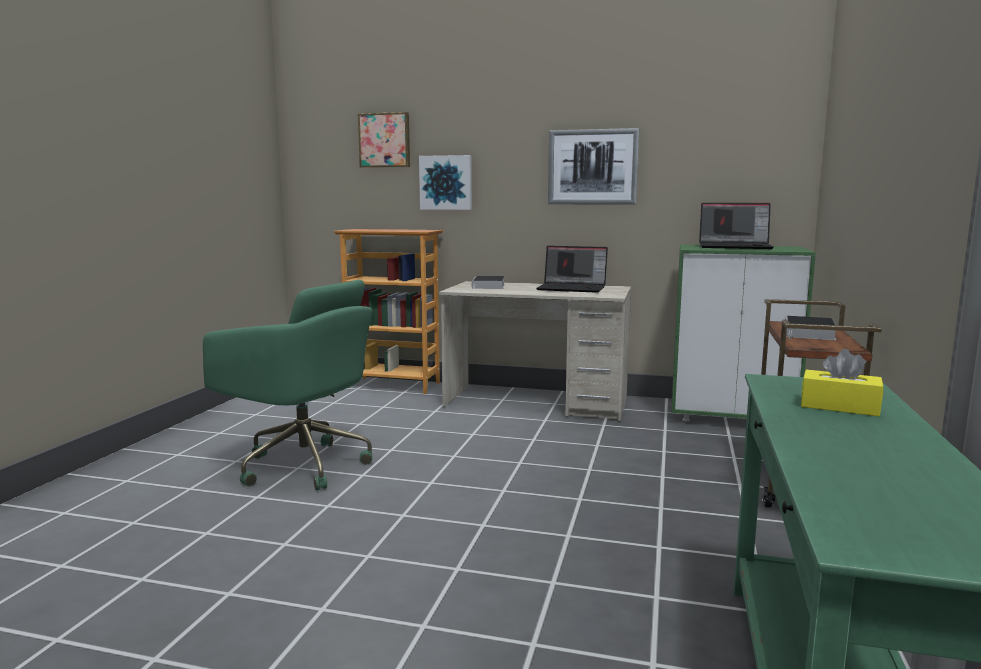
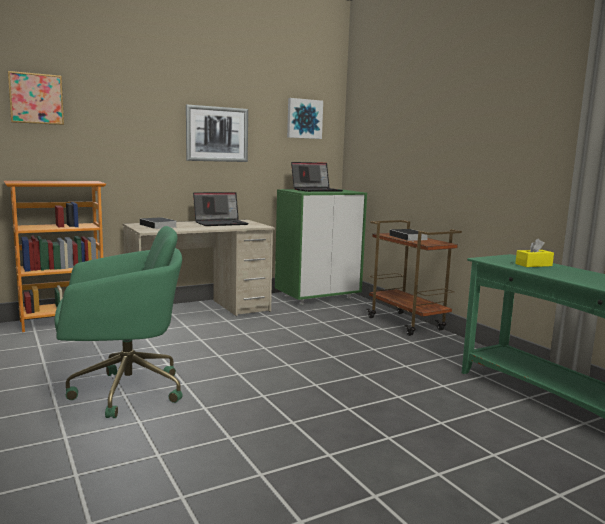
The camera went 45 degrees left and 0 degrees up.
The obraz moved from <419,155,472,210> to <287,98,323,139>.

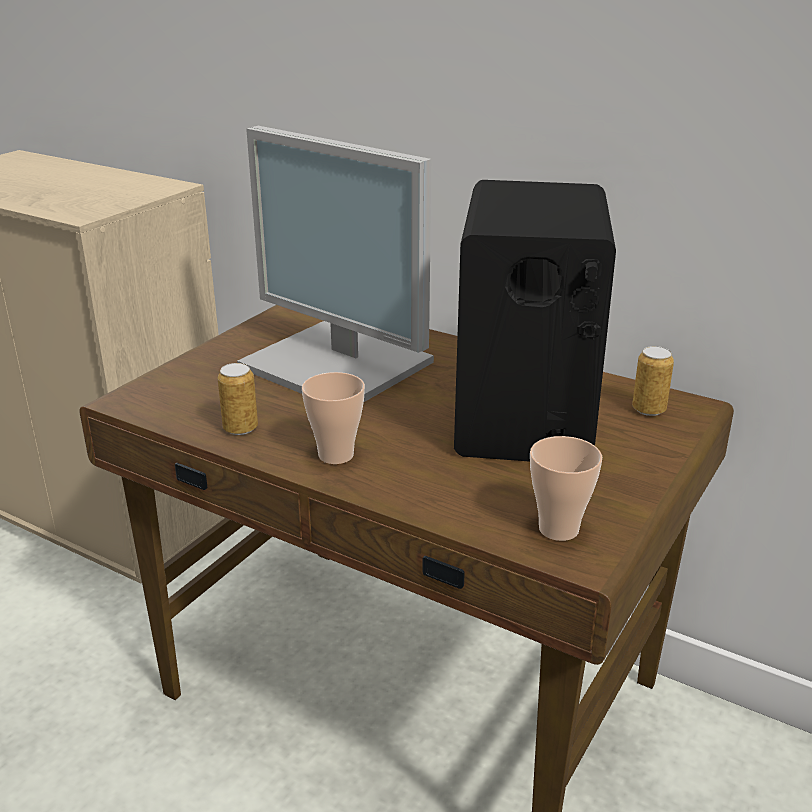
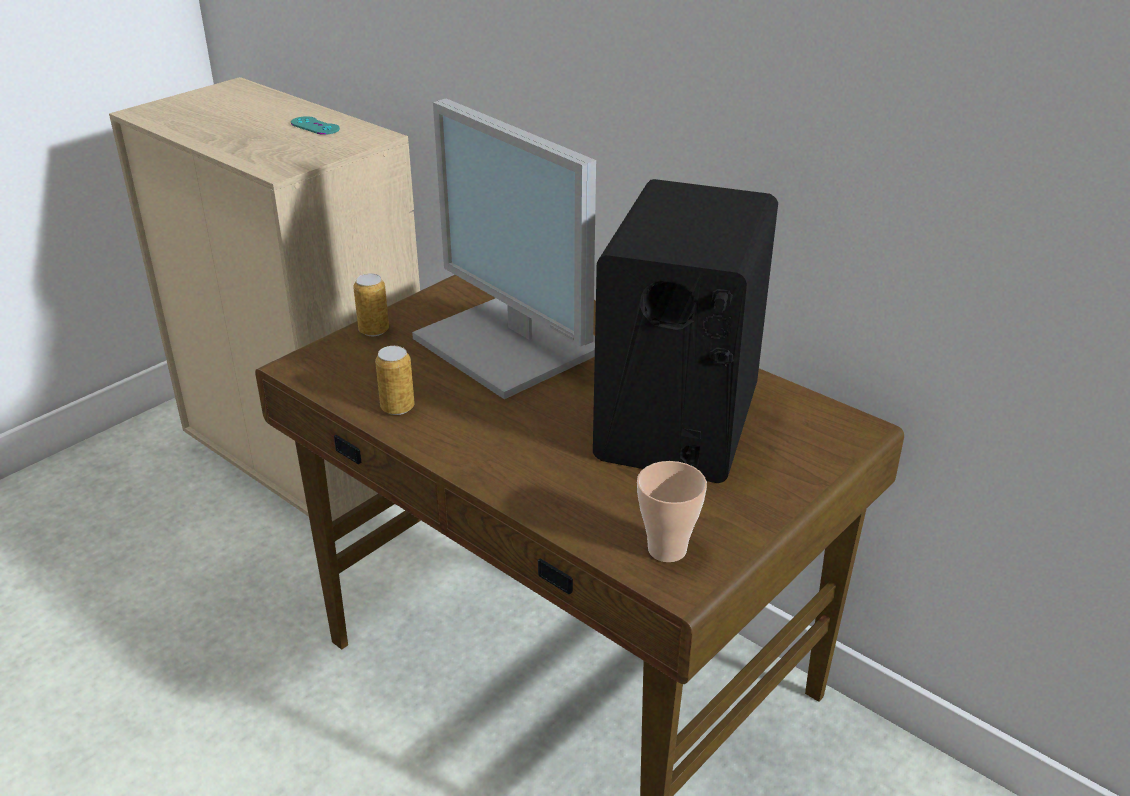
The camera went 10 degrees right and 5 degrees up.
The filiżanka at <302,372,365,464> disappeared.
The puszka moved from <632,346,674,416> to <353,273,389,336>.
The pad do gier (turkusowy) at <291,116,340,135> appeared.

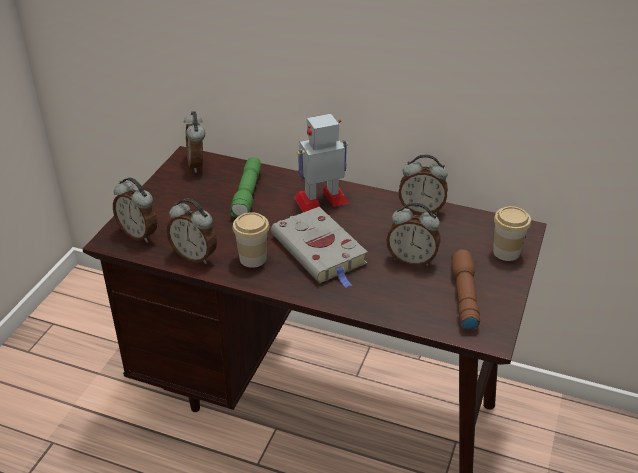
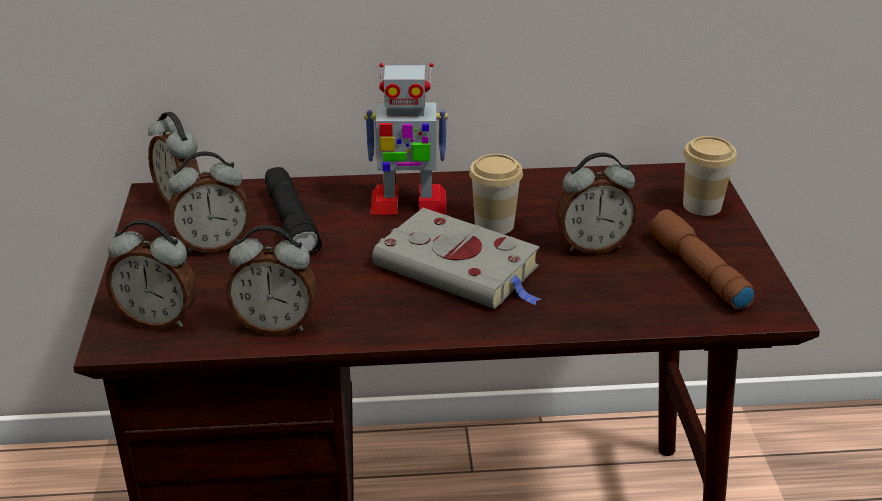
The camera went 25 degrees left and 5 degrees down.
The latarka (zielony) at <230,158,261,218> became the latarka (czarny) at <265,167,322,255>.
The filiżanka moved from <233,212,269,268> to <469,154,523,234>.
The robot zabawkowy at <294,114,349,212> turned 135 degrees counterclockwise.
The budzik moved from <399,155,448,215> to <168,151,250,252>.

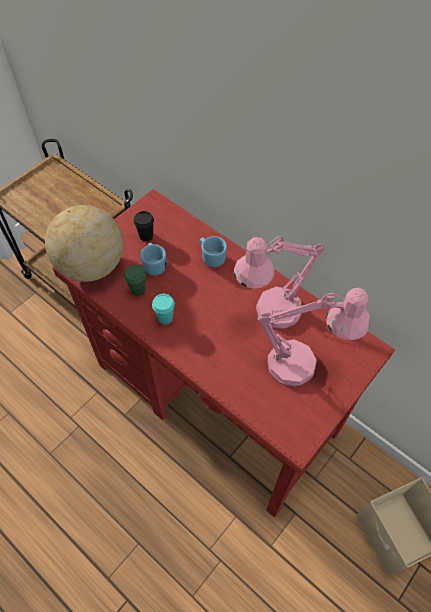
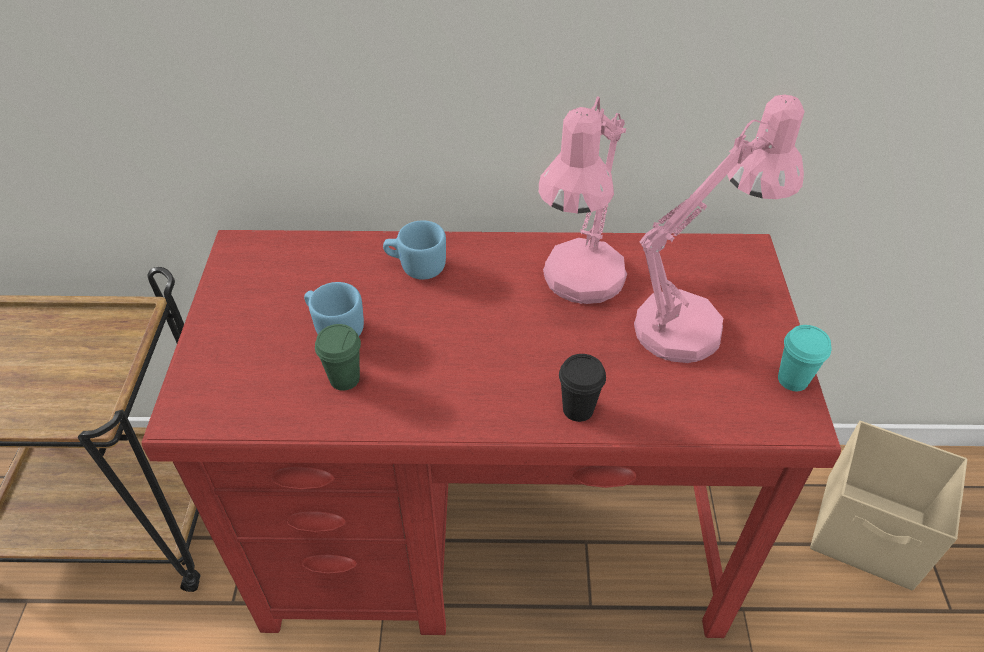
The camera went 40 degrees left and 10 degrees down.
The globus at <45,205,123,282> disappeared.
The filiżanka (czarny) moved from <134,211,154,241> to <559,354,606,422>.
The filiżanka (turkusowy) moved from <152,294,175,325> to <778,325,832,391>.

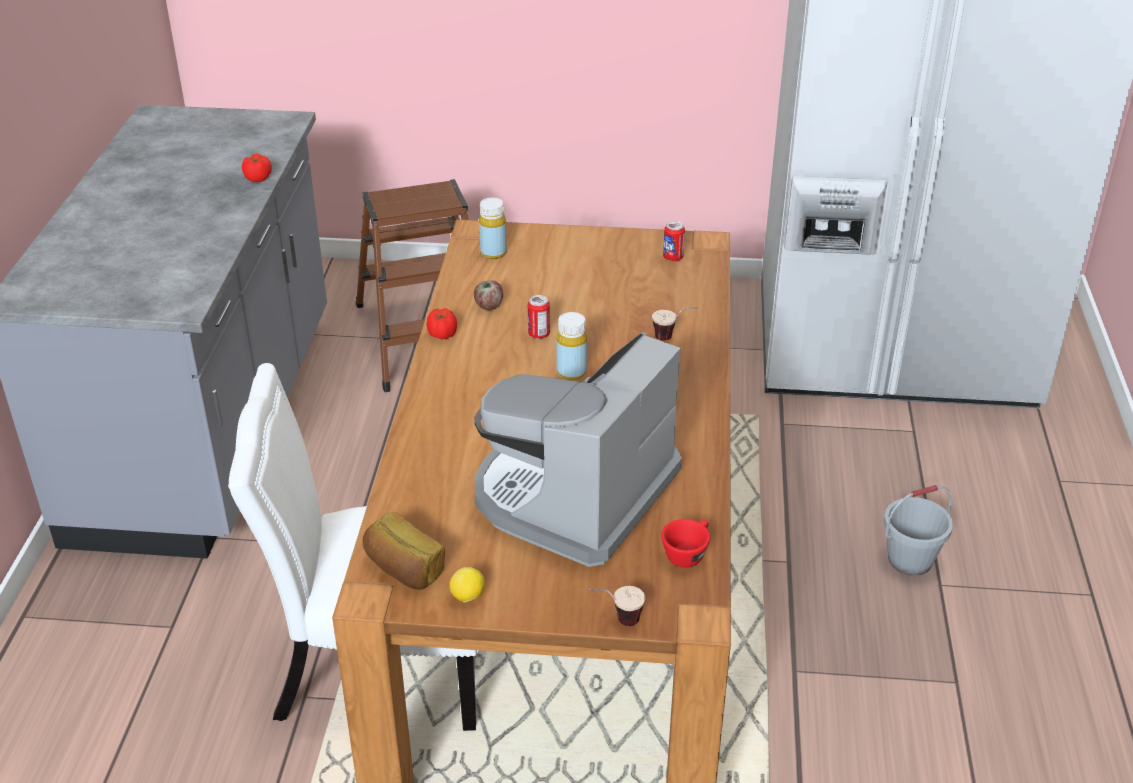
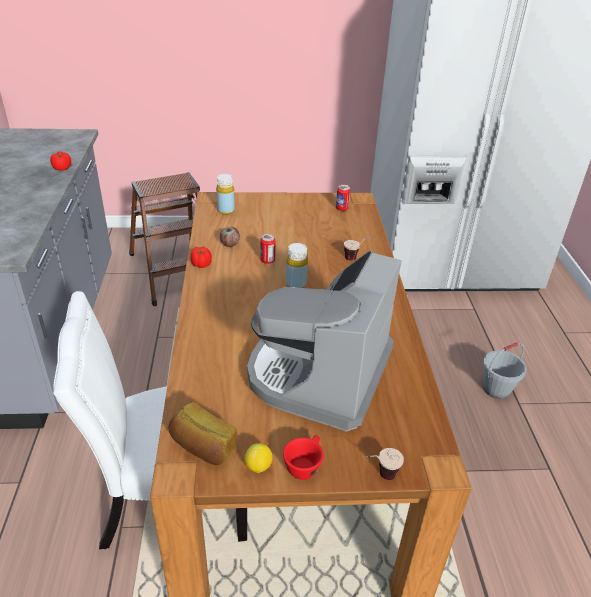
The camera went 10 degrees left and 0 degrees up.
The filiżanka (czerwony) moved from <661,519,710,568> to <283,435,324,480>.

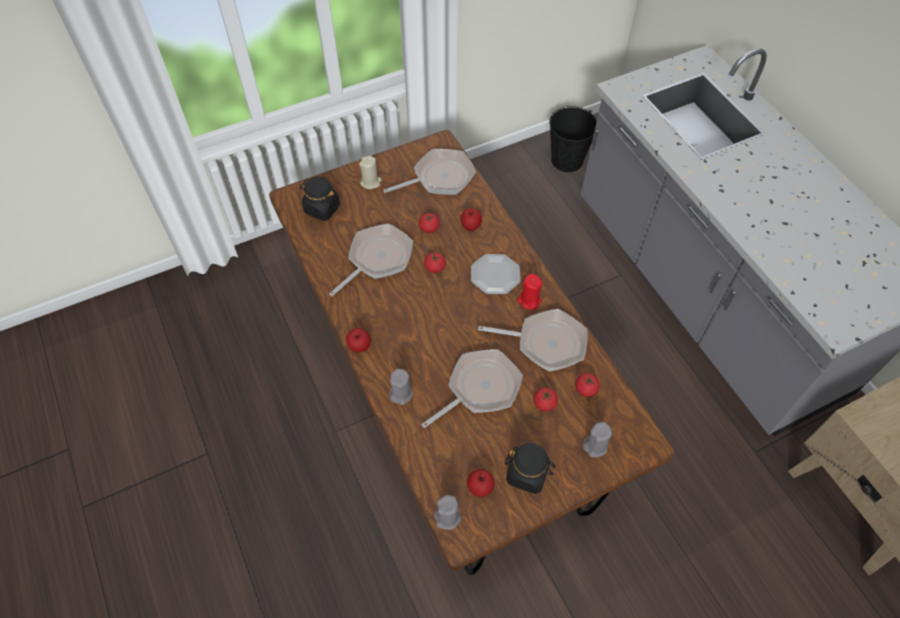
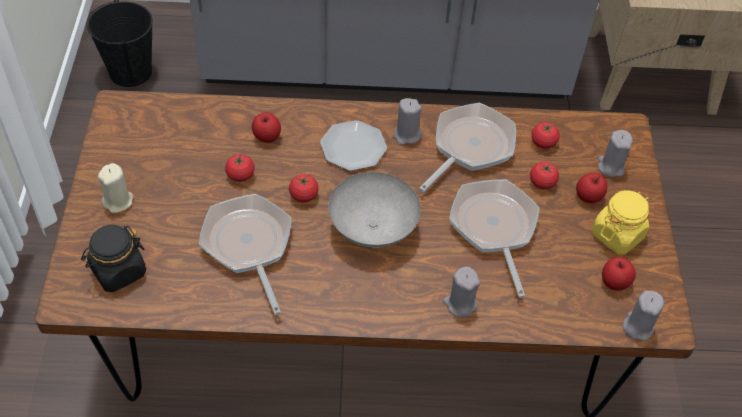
The camera went 65 degrees left and 5 degrees down.
The jabłko moved from <346,328,371,352> to <576,173,607,203>.
The patelnia at <383,149,476,195> disappeared.
The słoik (czarny) at <505,443,556,494> became the słoik (żółty) at <592,190,649,255>.
The świeca (czerwony) at <517,274,543,310> became the świeca (szary) at <393,98,422,145>.
The miska (szary) at <328,172,421,248> appeared.

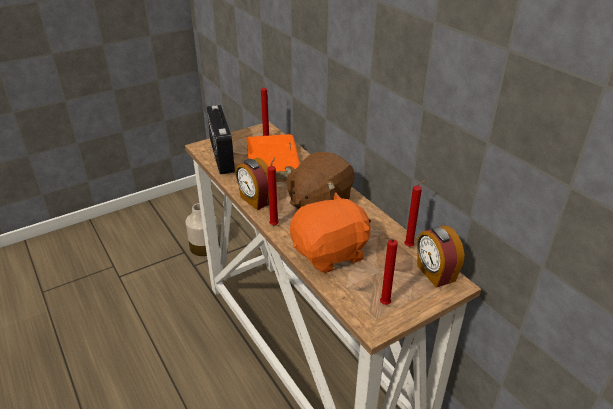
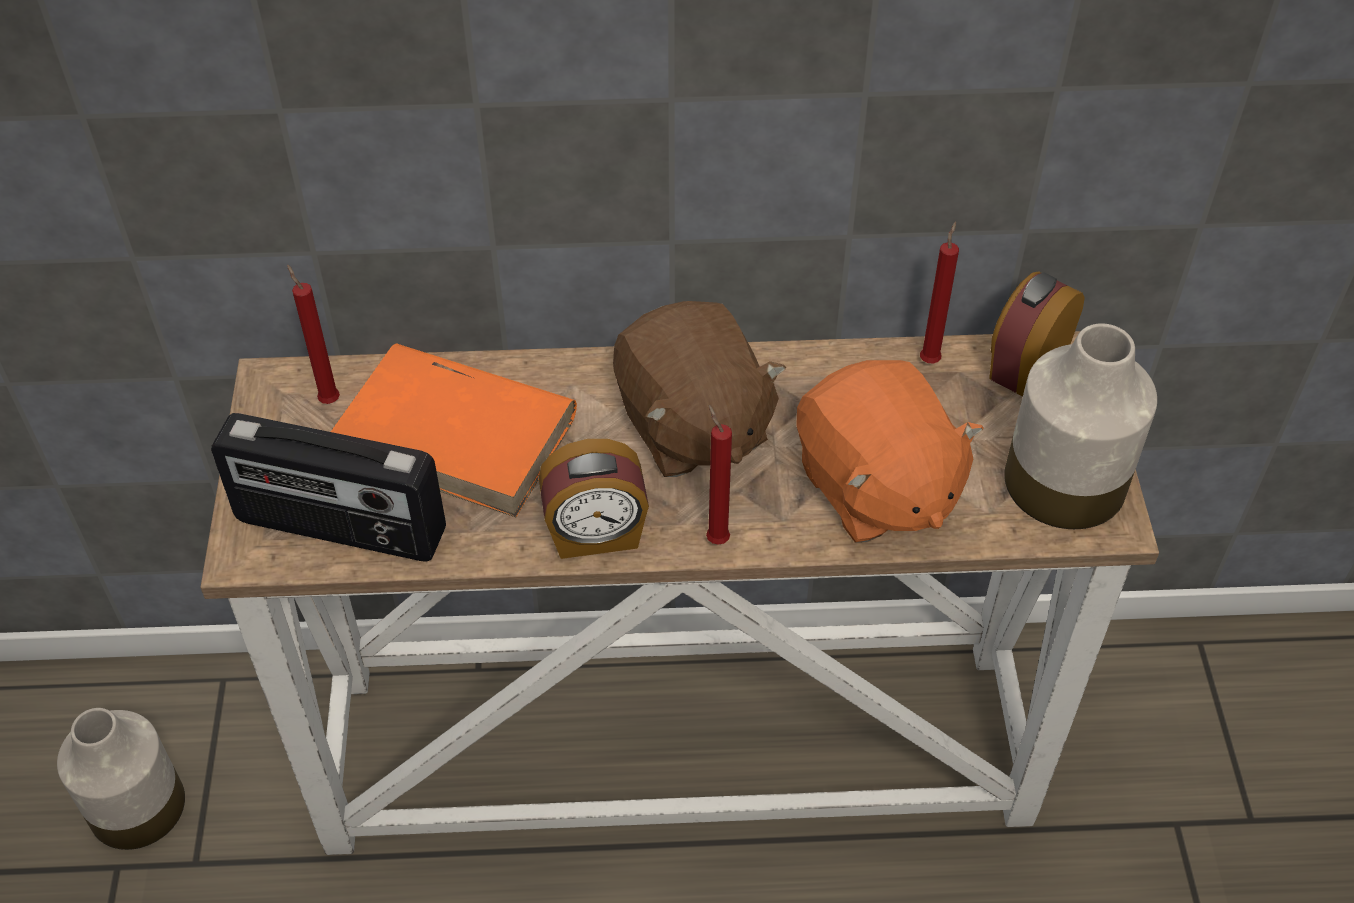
The camera went 60 degrees left and 15 degrees up.
The pluszak (pomarańczowy) at <290,192,371,273> turned 150 degrees clockwise.
The świeca (czerwony) at <380,237,398,305> was replaced by the wazon (beżowy) at <1004,323,1157,529>.
The budzik at <417,226,464,288> turned 120 degrees clockwise.

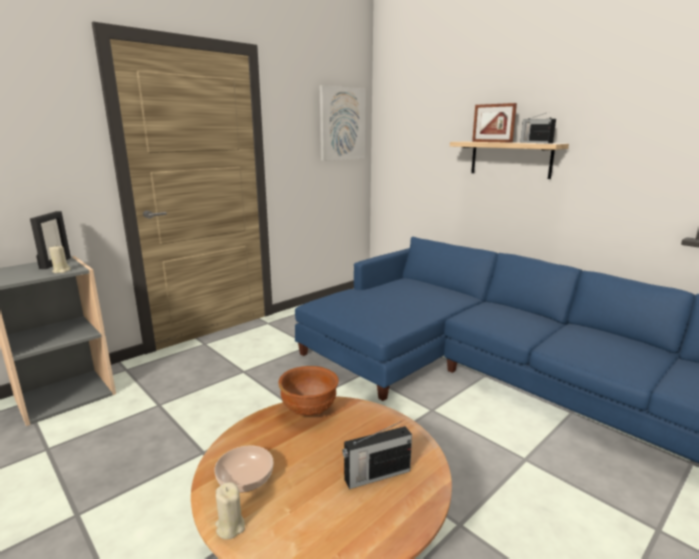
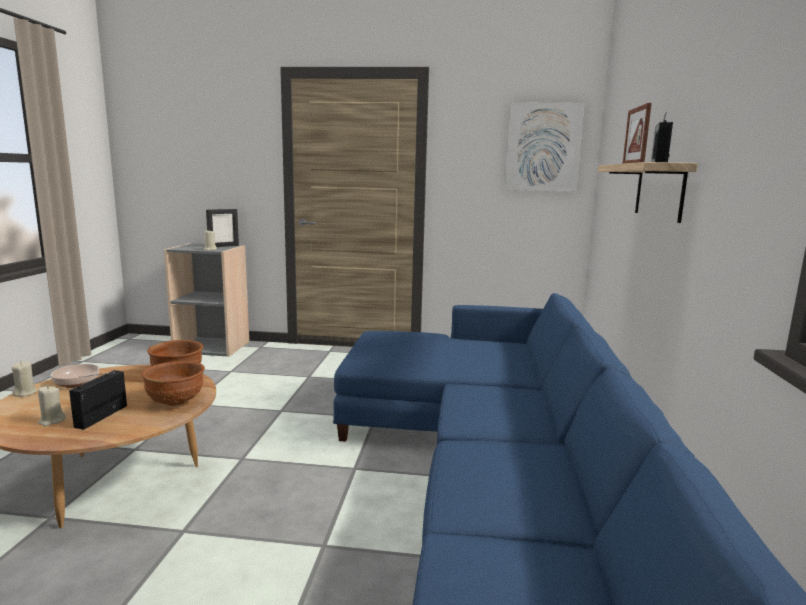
The camera went 50 degrees right and 5 degrees down.
The radio at <342,422,412,489> turned 75 degrees clockwise.
The świeca (beżowy) at <38,385,66,426> appeared.
The miska (brązowy) at <141,361,205,406> appeared.

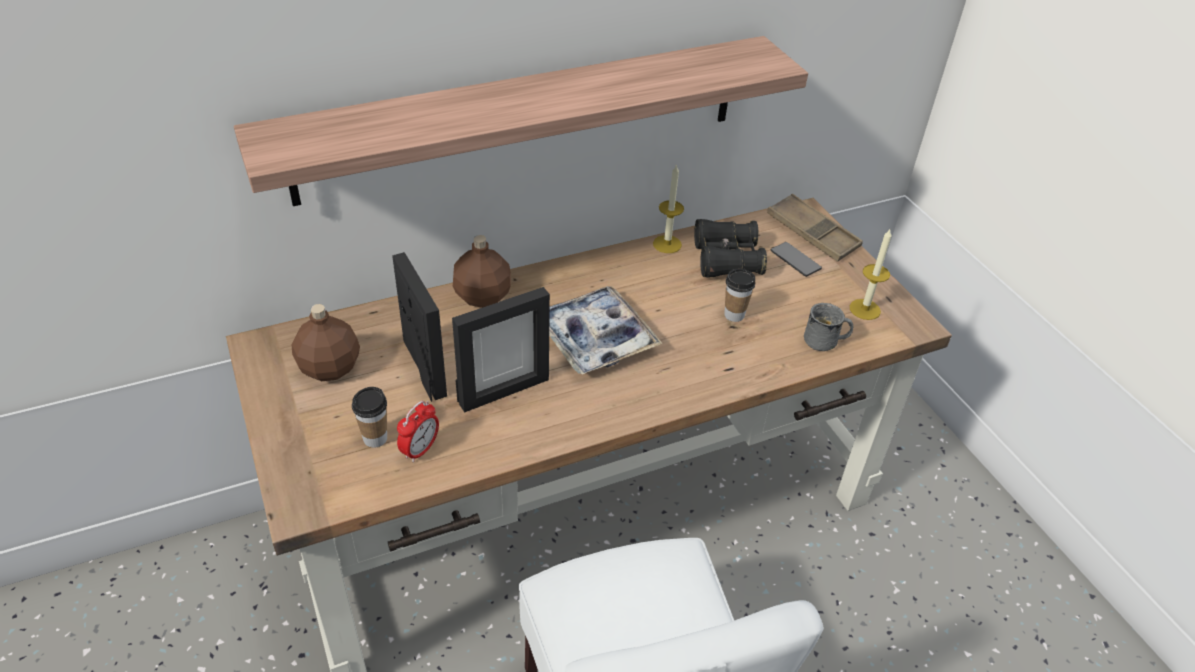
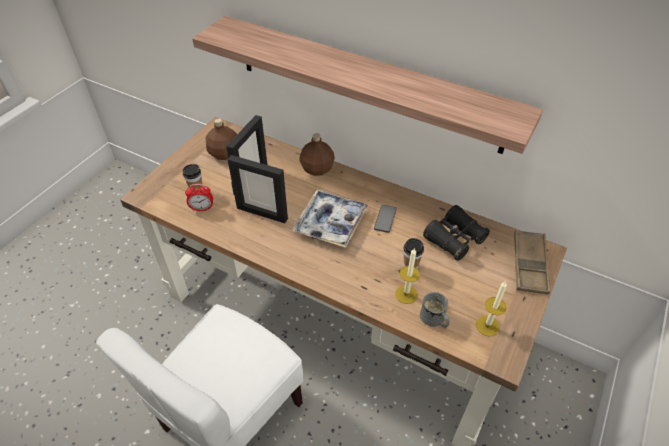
The camera went 55 degrees right and 5 degrees up.
The świeca moved from <653,164,684,253> to <395,249,420,304>.
The telefon moved from <771,242,822,277> to <374,205,397,233>.

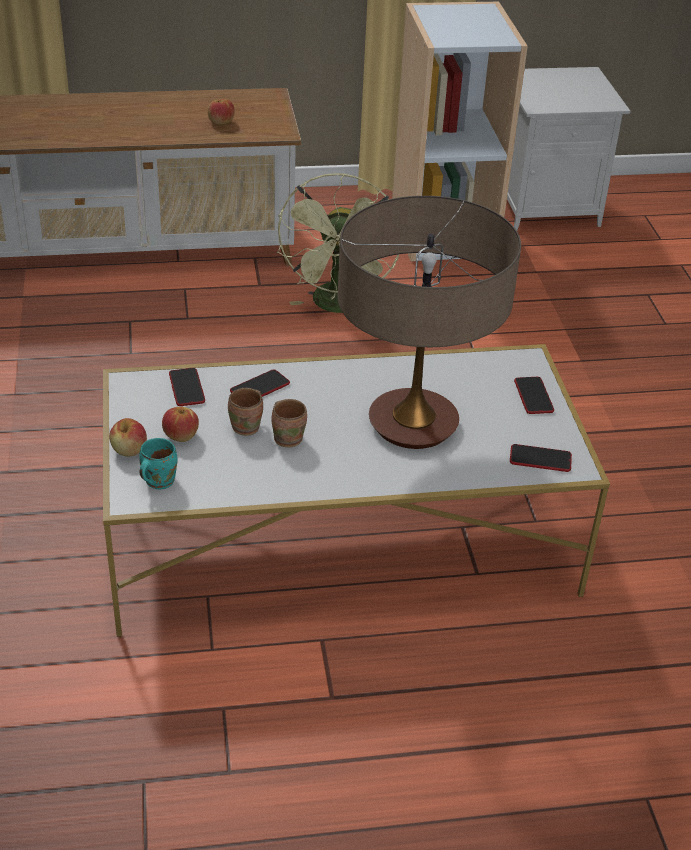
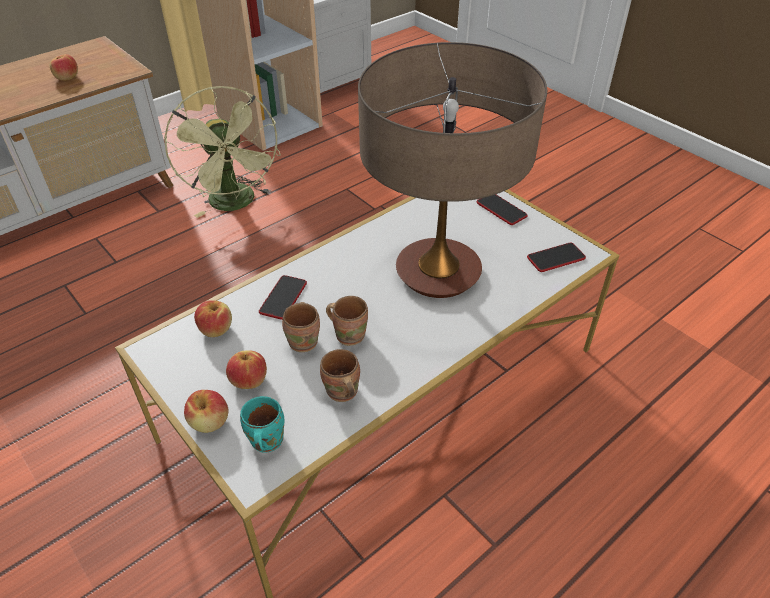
The camera went 30 degrees left and 5 degrees up.
The telefon at <169,368,205,406> was replaced by the jabłko at <194,300,232,337>.
The kubek (brązowy) at <320,349,360,402> appeared.

